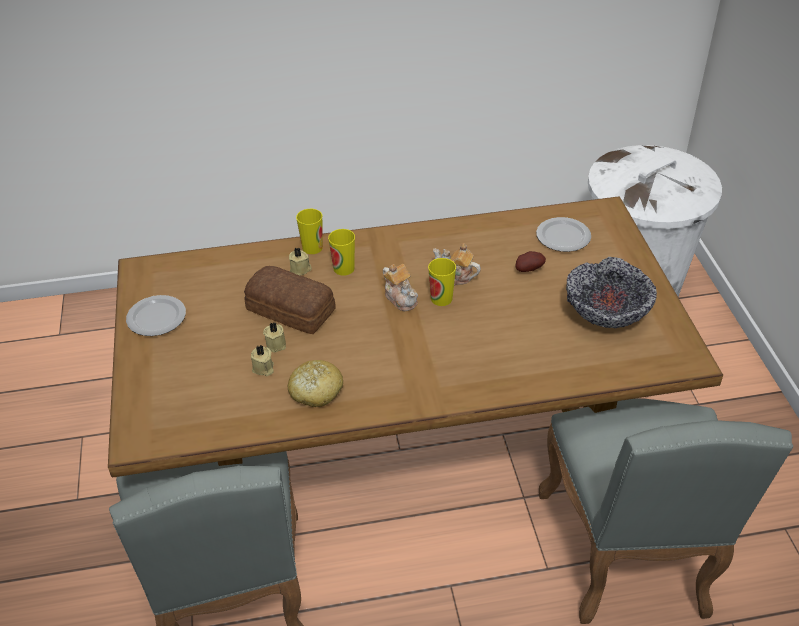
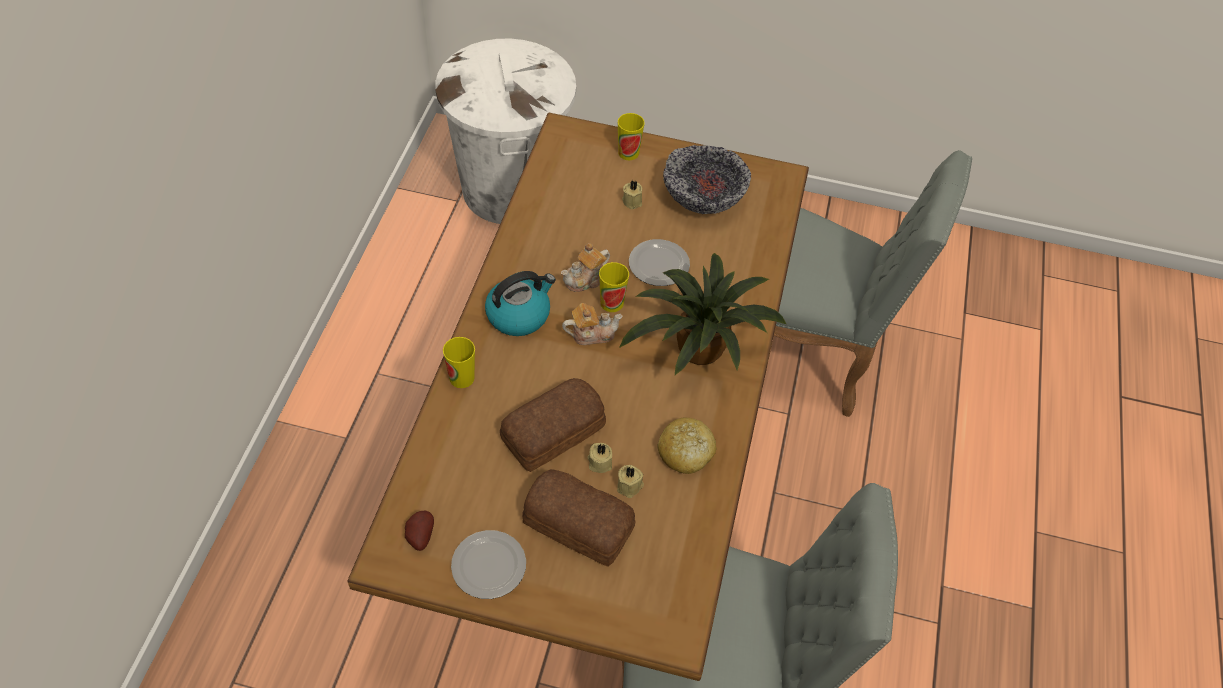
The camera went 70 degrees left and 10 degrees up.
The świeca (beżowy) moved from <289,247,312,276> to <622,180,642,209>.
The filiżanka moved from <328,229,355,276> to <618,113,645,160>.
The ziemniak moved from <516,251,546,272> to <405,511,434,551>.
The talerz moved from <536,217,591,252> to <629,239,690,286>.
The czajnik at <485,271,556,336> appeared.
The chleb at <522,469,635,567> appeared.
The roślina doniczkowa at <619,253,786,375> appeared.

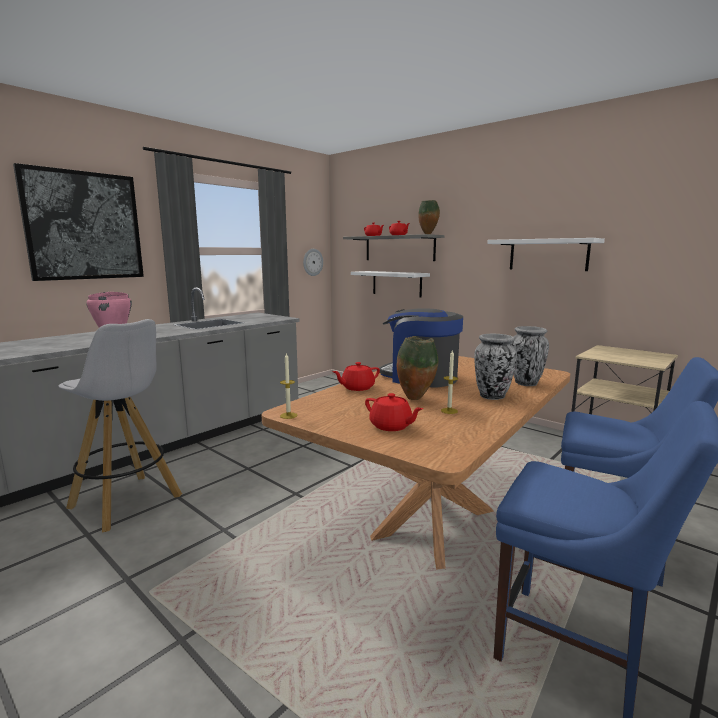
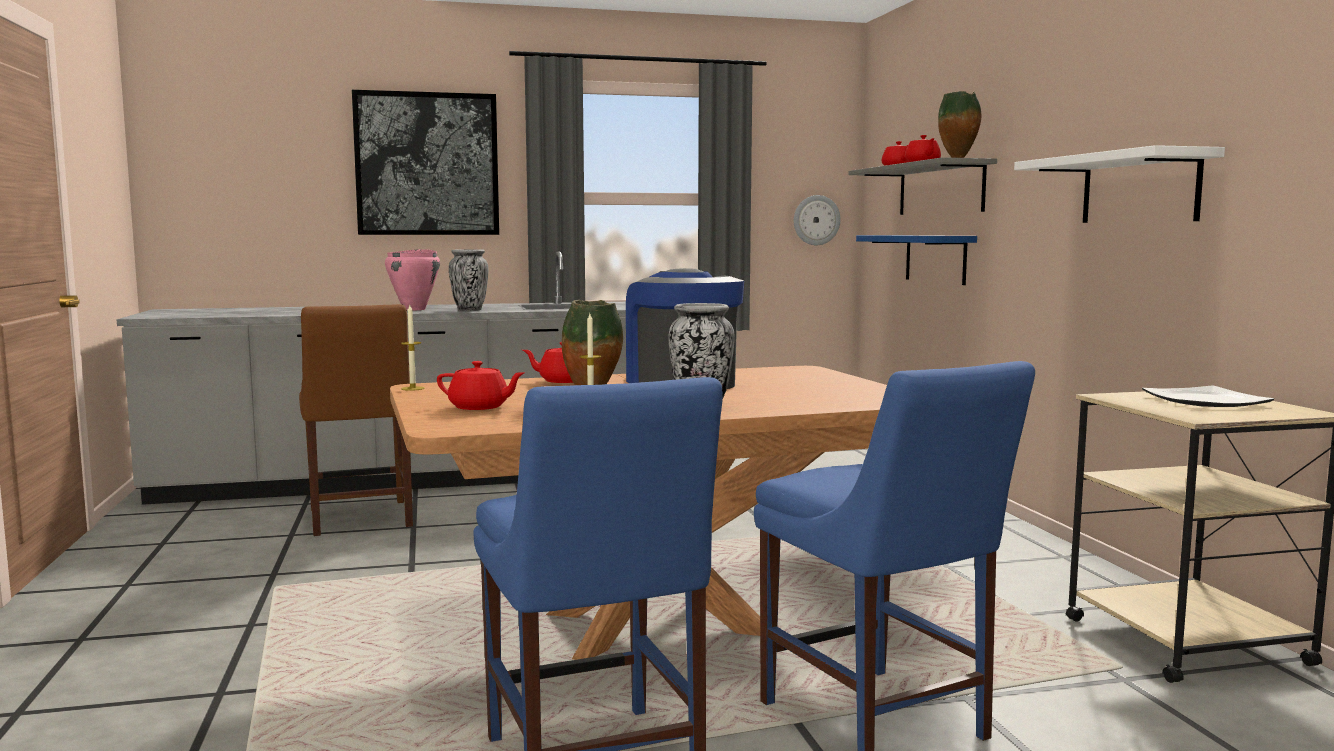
The camera went 35 degrees right and 5 degrees down.
The stołek (biały) at <58,319,182,533> was replaced by the krzesło (brązowy) at <299,304,413,536>.
The półka (biały) at <351,271,430,297> became the półka (niebieski) at <856,235,977,285>.
The imbryk (czerwony) at <365,393,423,431> turned 60 degrees counterclockwise.
The wazon moved from <511,326,549,386> to <449,249,488,311>.
The talerz at <1142,386,1274,407> appeared.

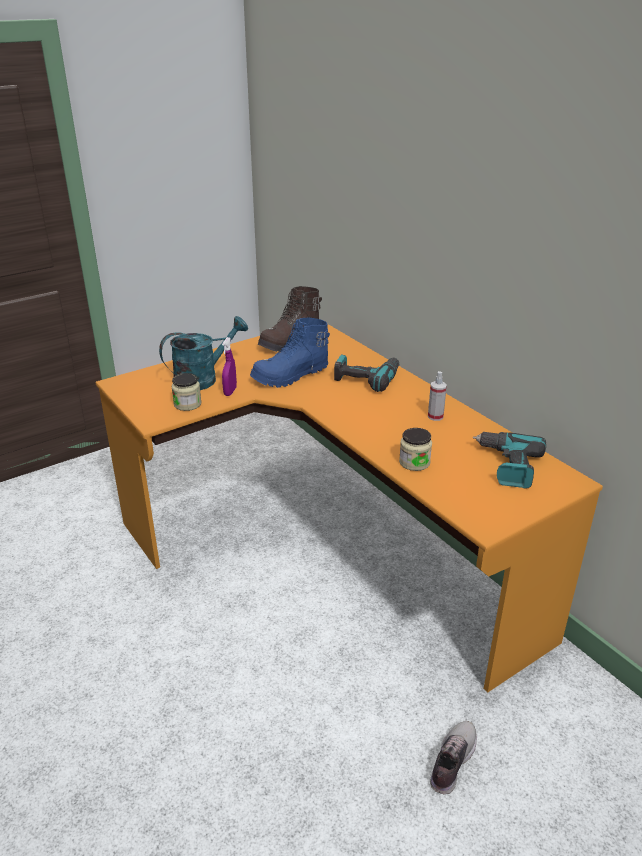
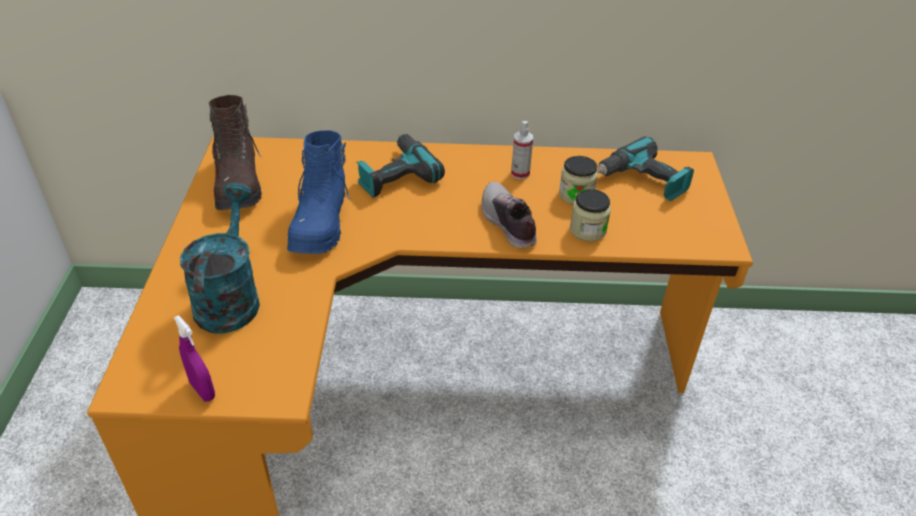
The camera went 55 degrees left and 10 degrees up.
The słoik moved from <172,373,201,411> to <559,156,598,204>.
The spryskiwacz (fioletowy) moved from <222,337,237,396> to <174,315,215,402>.
The but moved from <430,721,477,795> to <482,182,537,248>.

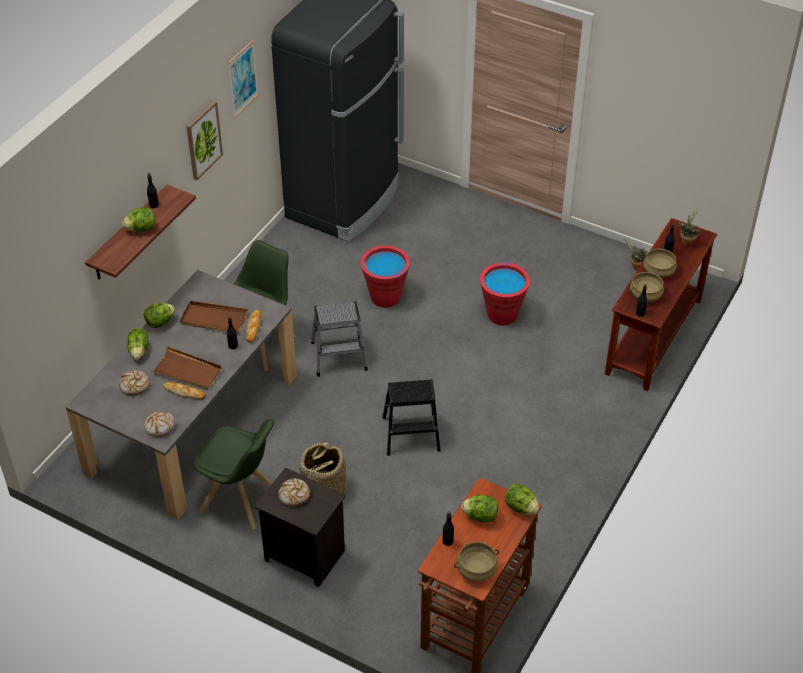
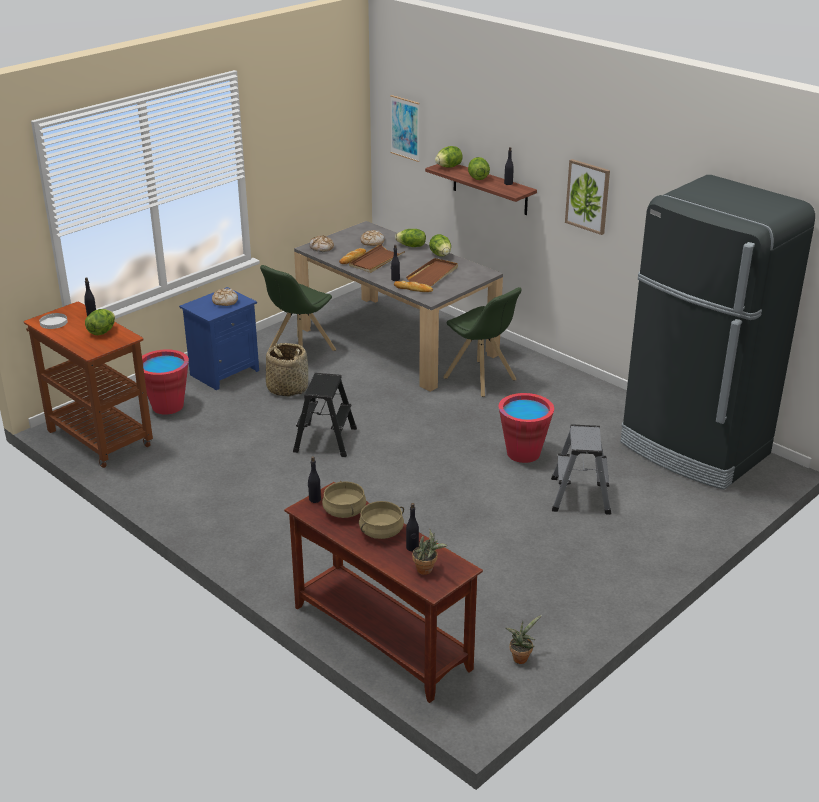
The camera went 105 degrees right and 15 degrees down.
The obraz moved from <228,40,259,117> to <390,95,419,162>.
The szafka nocna (czarny) at <255,468,346,587> became the szafka nocna (niebieski) at <179,287,259,390>.
The drabinka (szary) moved from <311,301,368,377> to <551,424,611,515>.
The garnek (beżowy) at <454,542,499,582> was replaced by the talerz (biały) at <39,313,68,329>.
The wiadro (czerwony) moved from <480,262,530,325> to <142,349,189,415>.
The sałata moved from <505,483,539,515> to <435,146,463,168>.

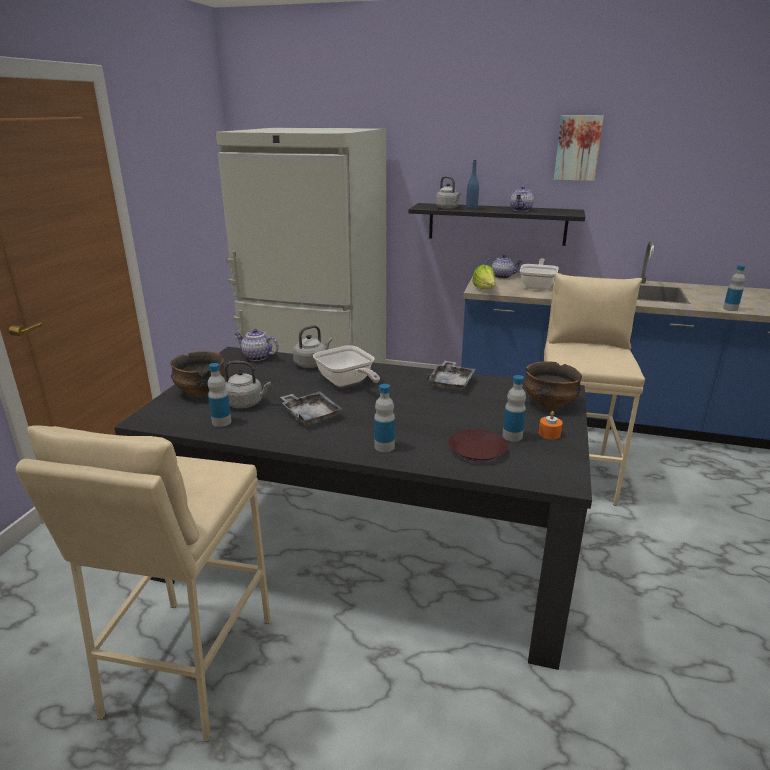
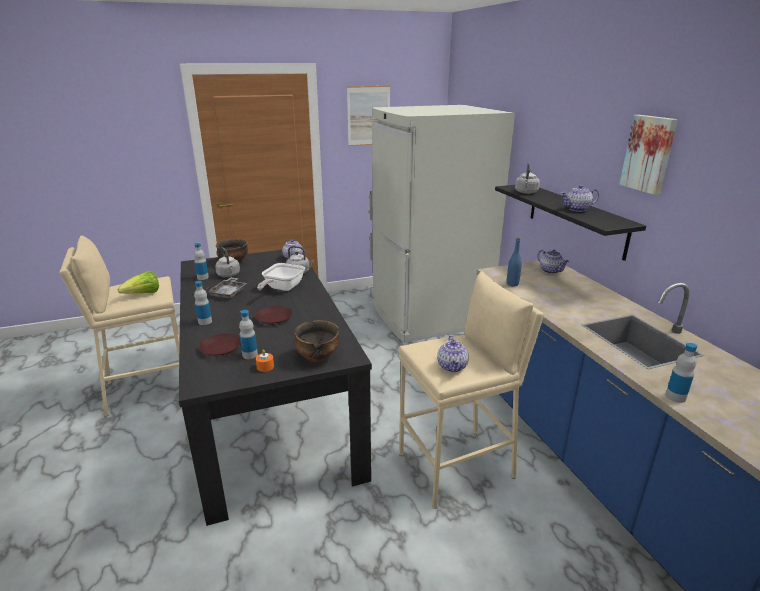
The camera went 55 degrees right and 0 degrees up.
The taca (szary) at <427,361,476,390> disappeared.
The butelka (niebieski) moved from <466,160,479,209> to <507,238,522,286>.
The sałata moved from <472,264,496,289> to <118,271,159,294>.
The patelnia at <520,258,559,290> disappeared.
The talerz (brązowy) at <255,306,293,325> appeared.
The obraz at <347,86,390,146> appeared.
The imbryk at <437,336,469,372> appeared.

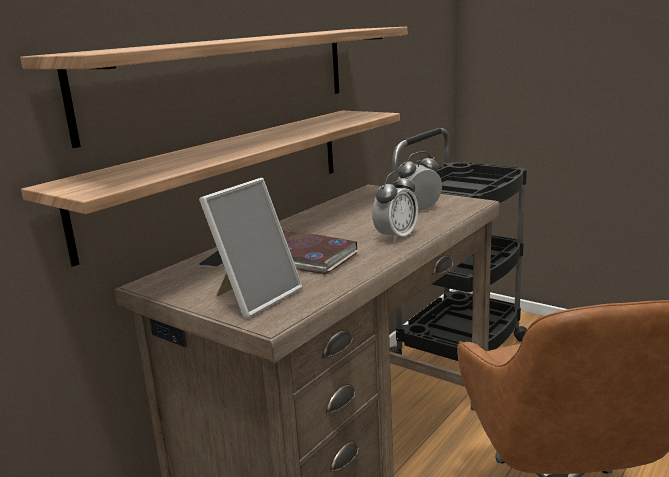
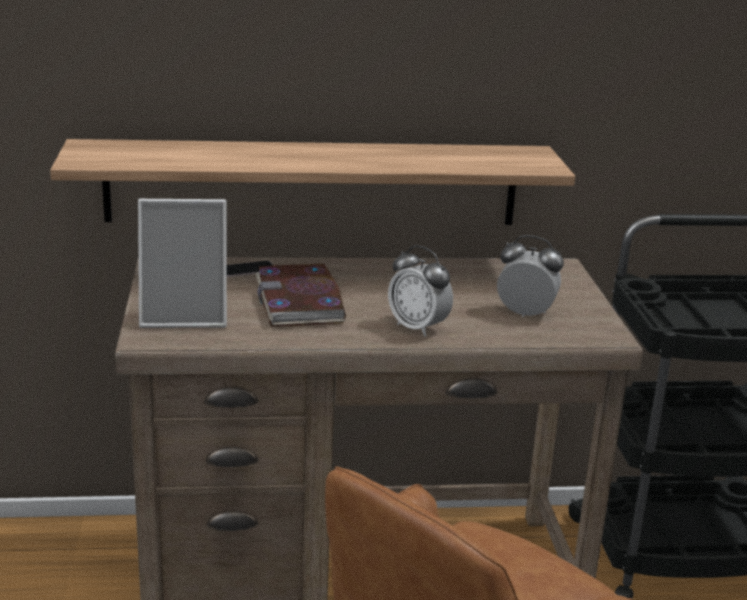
The camera went 45 degrees right and 5 degrees up.
The półka at <20,27,408,148> disappeared.
The budzik at <372,171,418,243> turned 45 degrees clockwise.

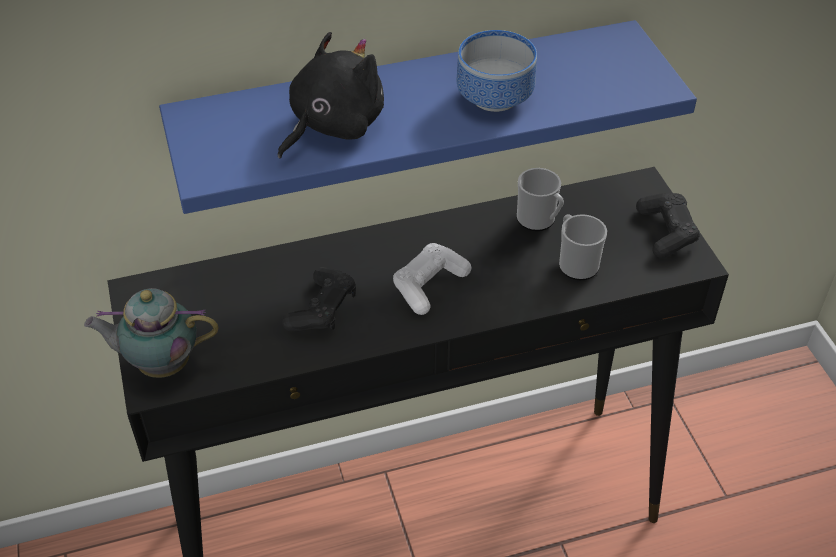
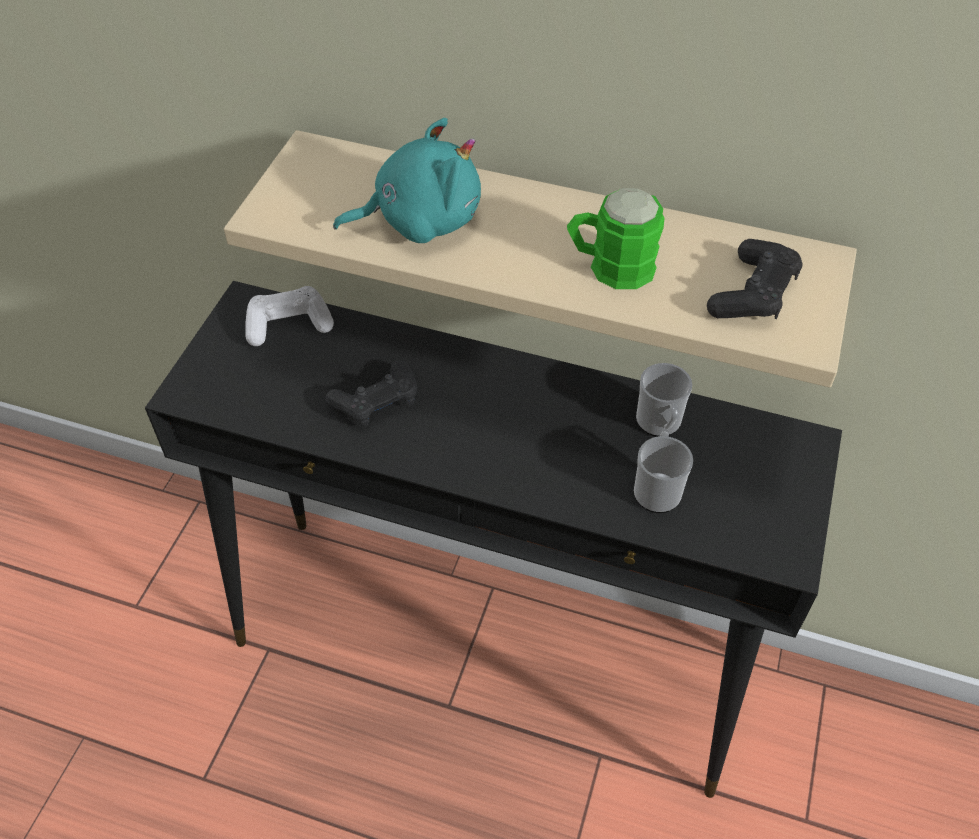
The camera went 35 degrees right and 5 degrees up.
The imbryk at <84,288,219,378> disappeared.
The półka (niebieski) at <159,20,697,214> became the półka (beżowy) at <224,130,857,387>.
The pluszak (czarny) at <278,32,384,159> became the pluszak (turkusowy) at <333,118,481,243>.
The pad do gier (biały) moved from <393,243,471,315> to <245,286,334,346>.
The miska at <457,30,537,112> was replaced by the kubek (zielony) at <567,188,665,289>.
The pad do gier (czarny) moved from <636,193,700,258> to <707,239,803,319>.

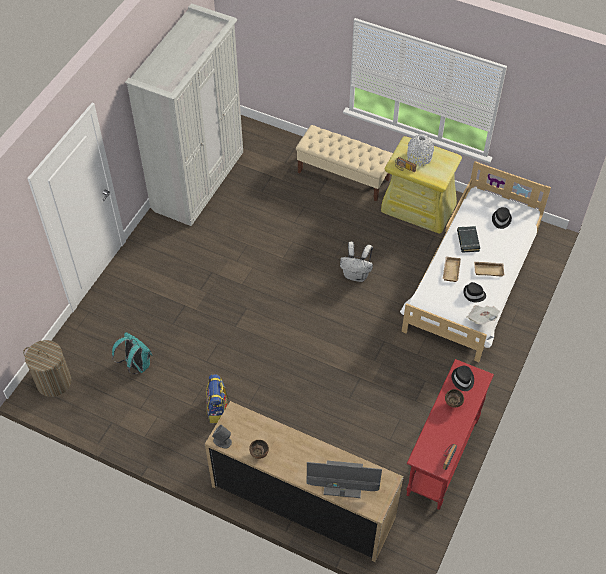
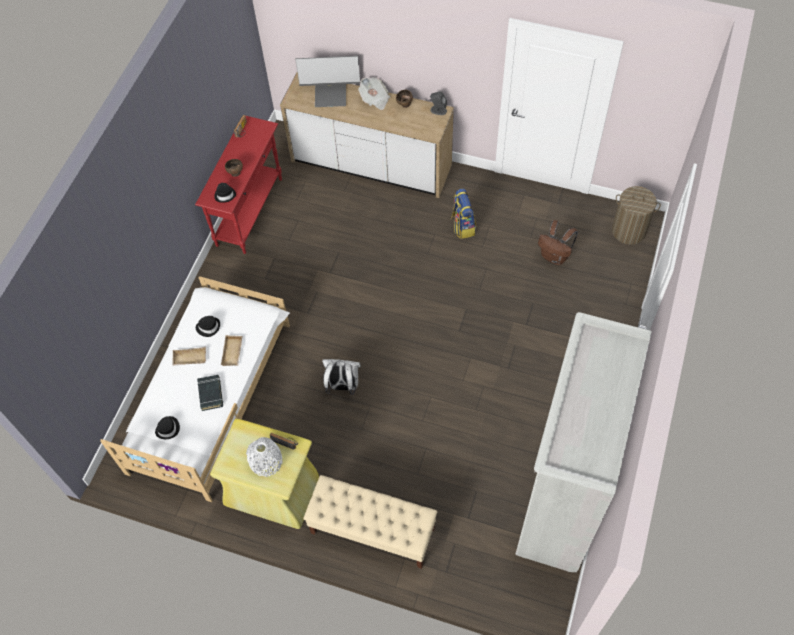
The camera went 175 degrees right and 5 degrees up.
The plecak (turkusowy) at <112,332,153,374> became the plecak (brązowy) at <538,220,578,265>.
The gazeta moved from <466,305,500,325> to <358,77,390,110>.

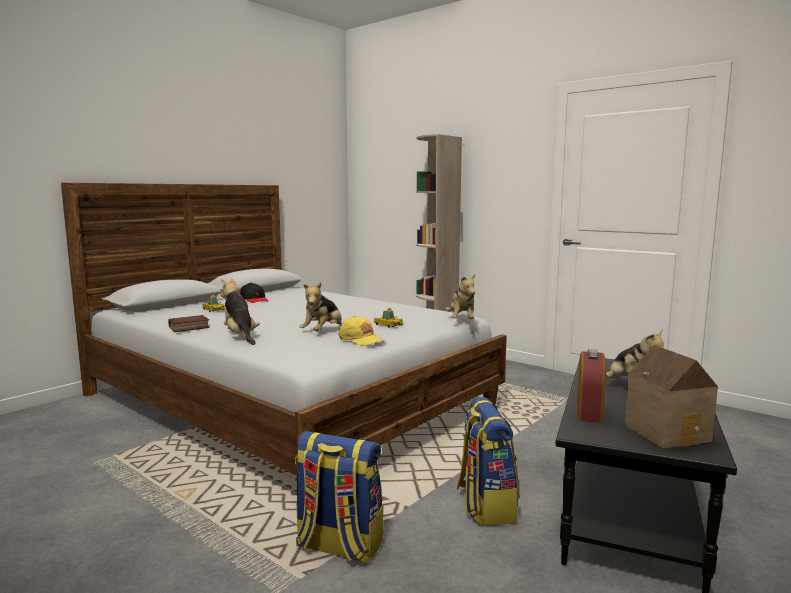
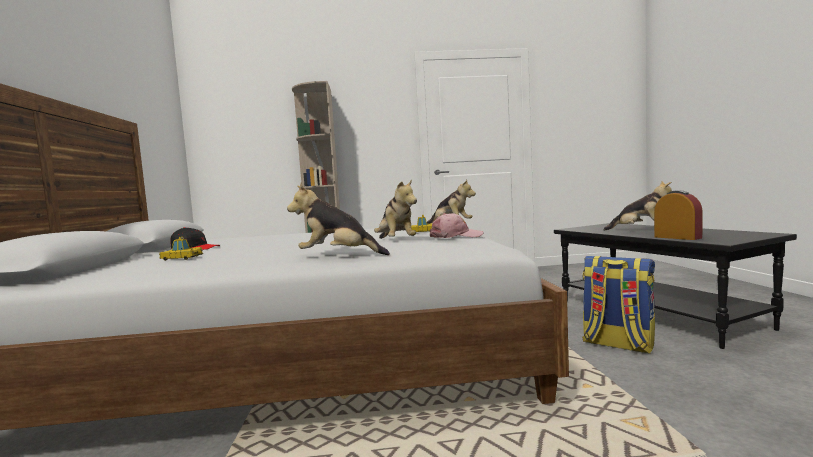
The camera went 45 degrees left and 5 degrees down.
The książka at <168,315,210,332> disappeared.
The plecak at <295,431,383,564> disappeared.
The czapka z daszkiem (żółty) at <338,316,384,346> became the czapka z daszkiem (różowy) at <430,213,483,238>.
The domek at <624,345,718,449> disappeared.

